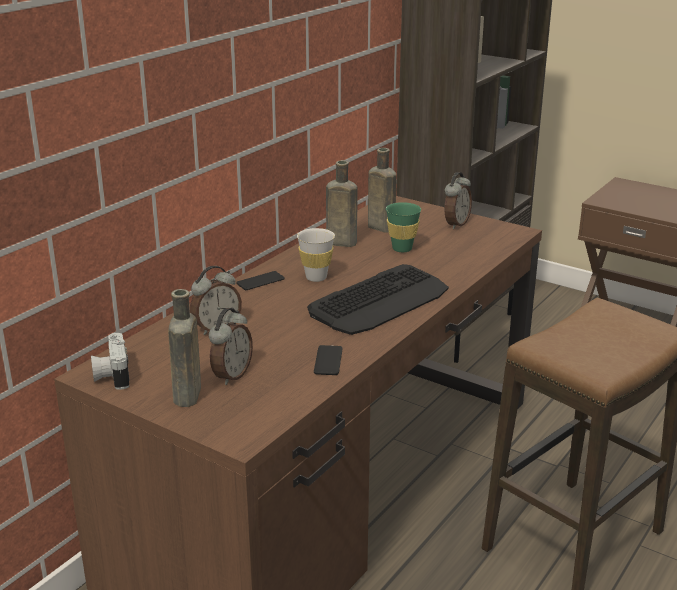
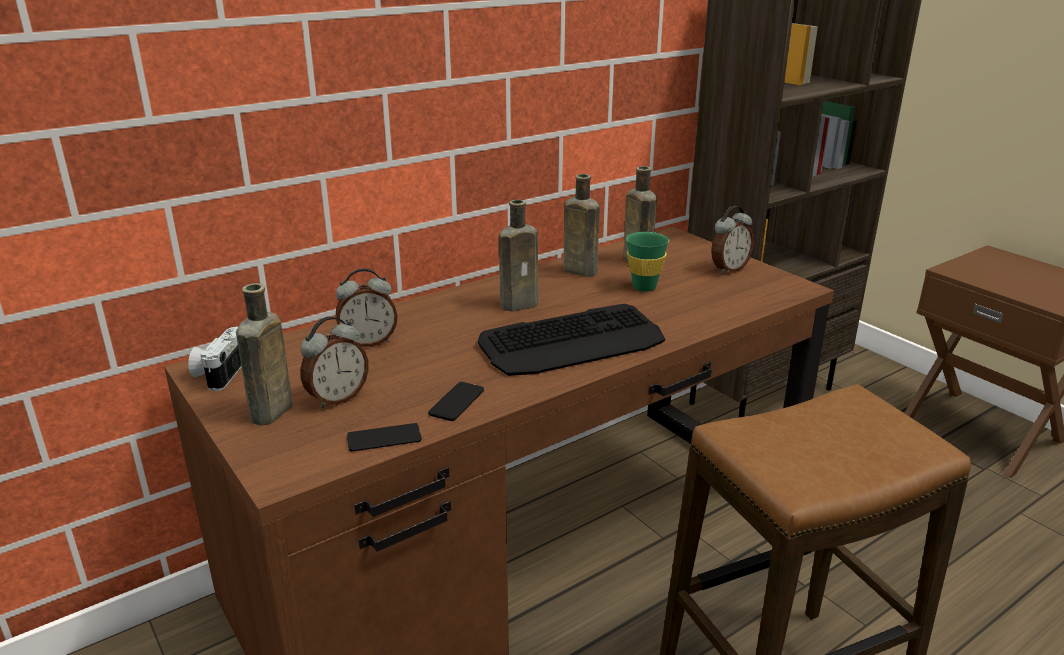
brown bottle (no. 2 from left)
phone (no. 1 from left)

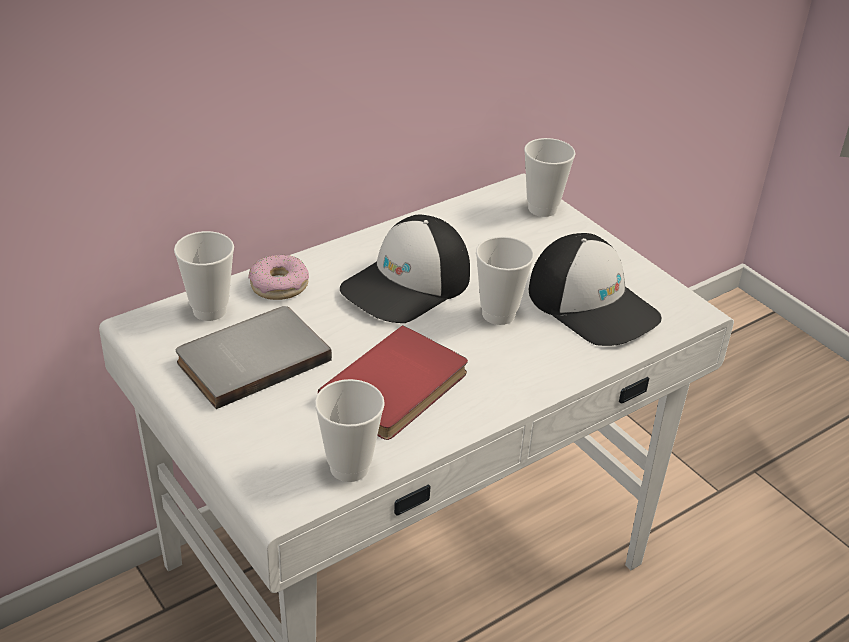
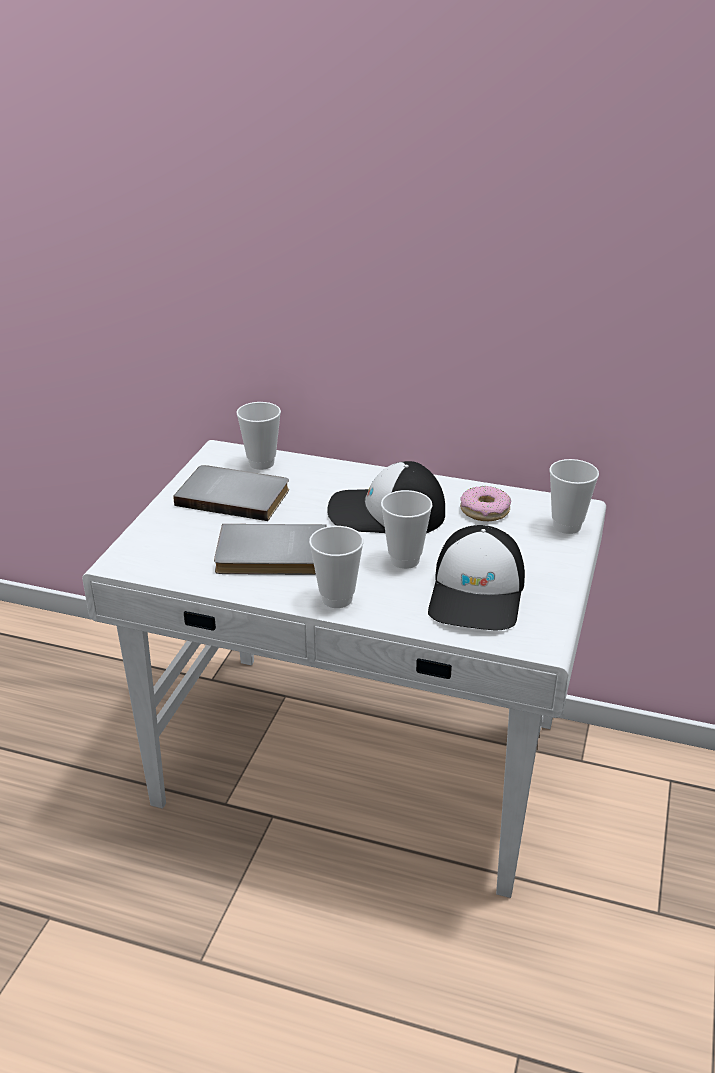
ring doughnut
greyish volume (no. 2 from left)
drinking cup (no. 2 from left)

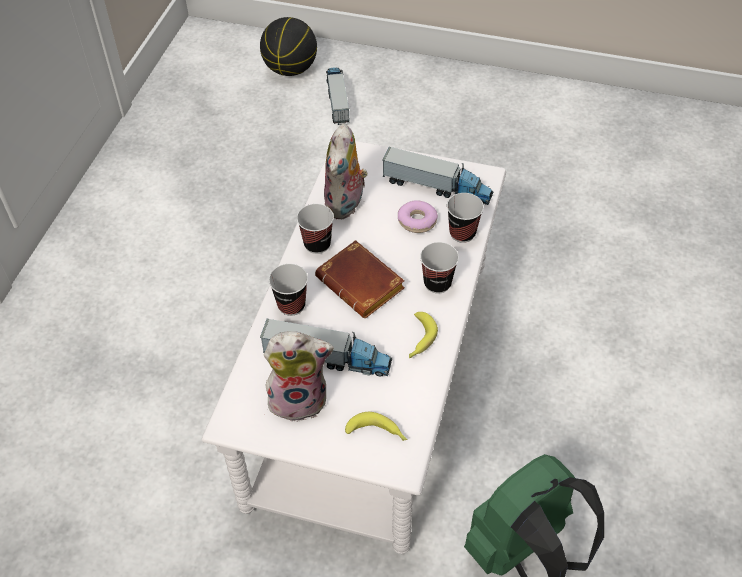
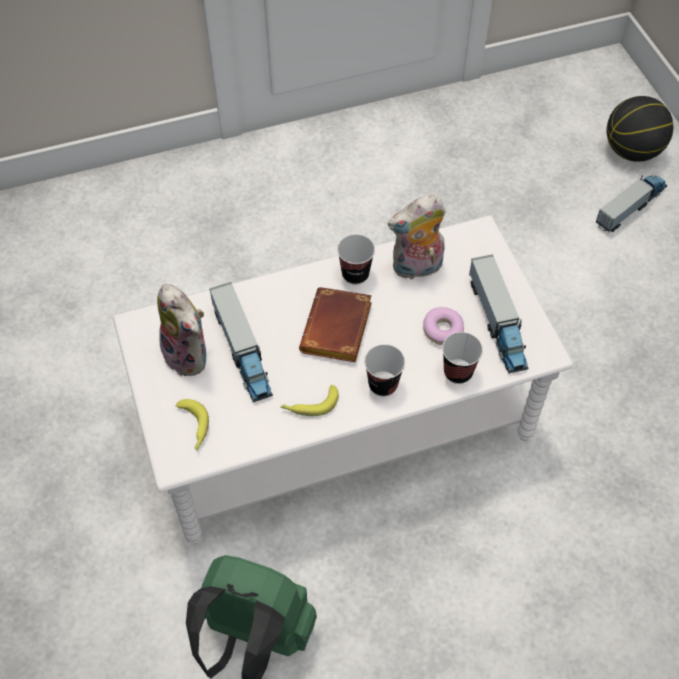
drinking cup (no. 1 from left in the first image)

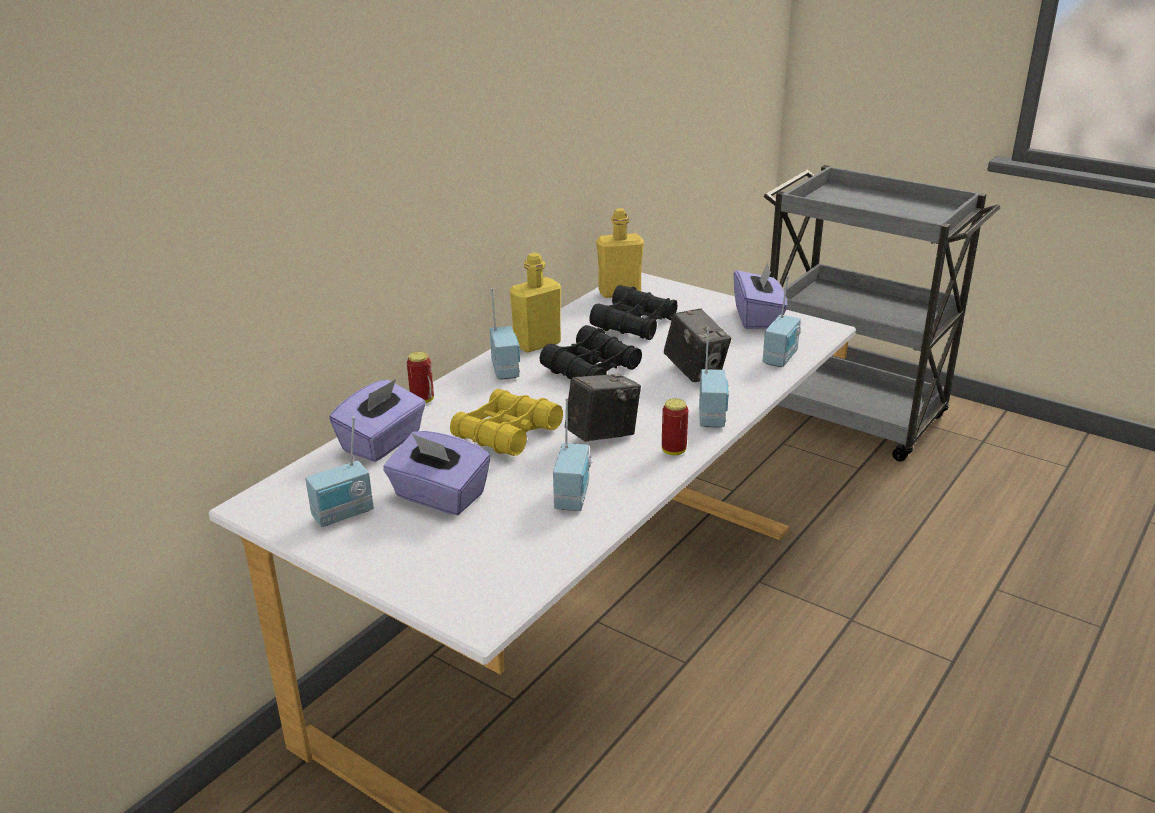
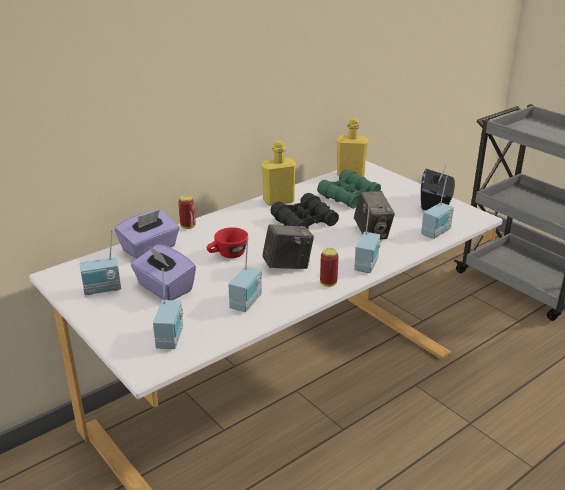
black-coloured box of tissues
green pair of binoculars
radio (no. 2 from left)
red-coloured drinking cup

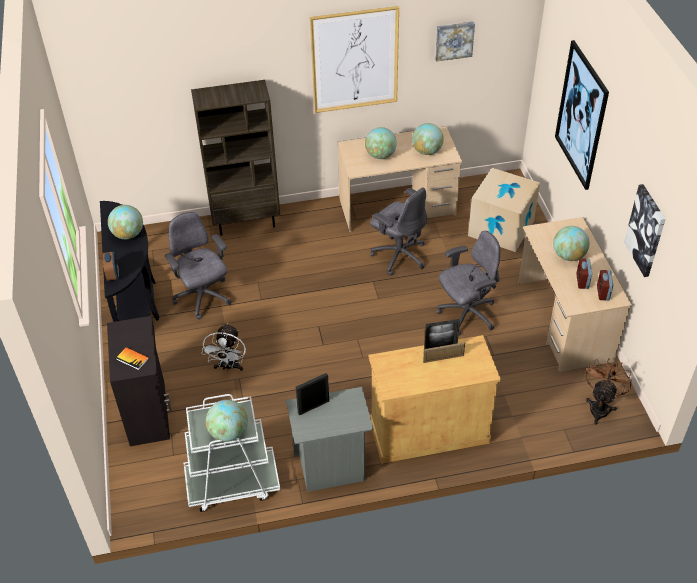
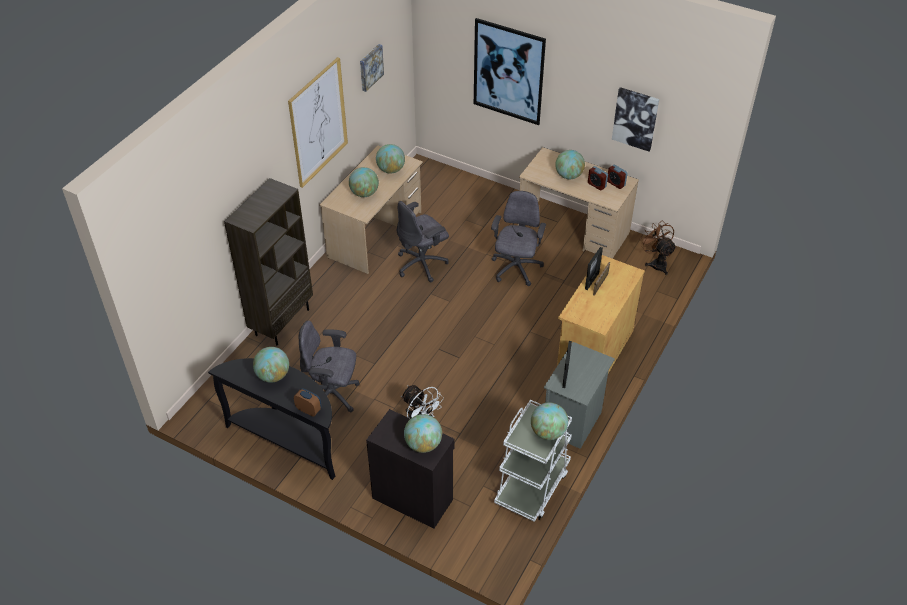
carton
greyish desk chair (no. 2 from left)
desk globe (no. 4 from left)

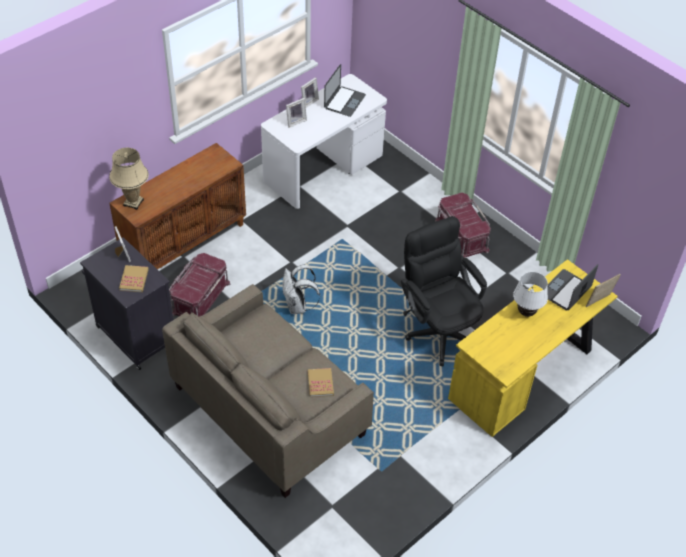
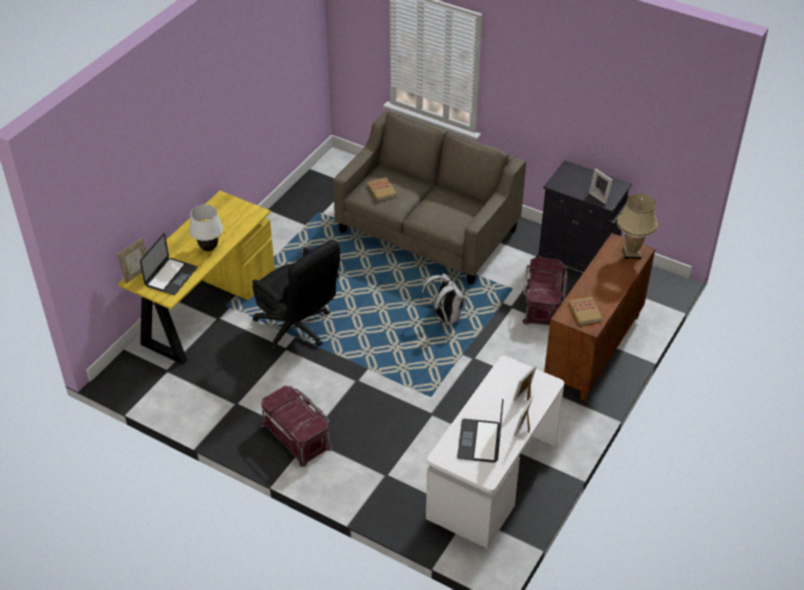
volume (no. 2 from left)

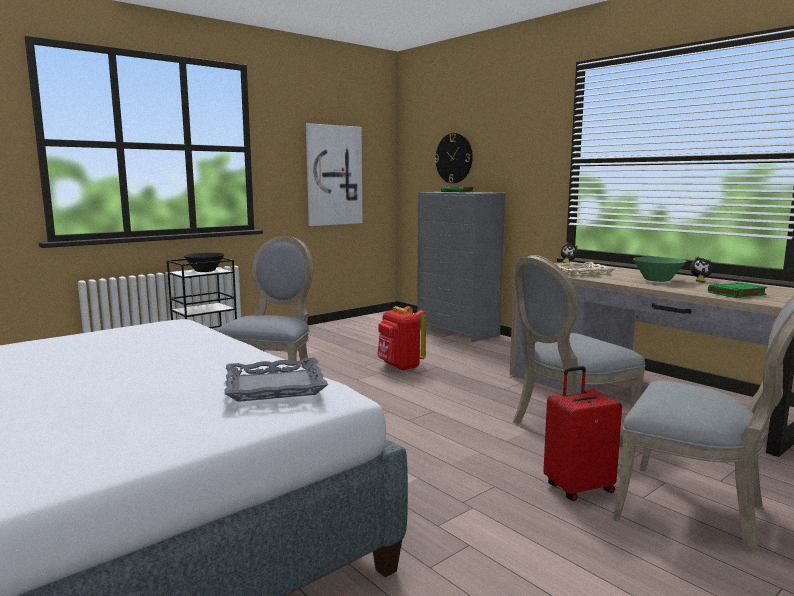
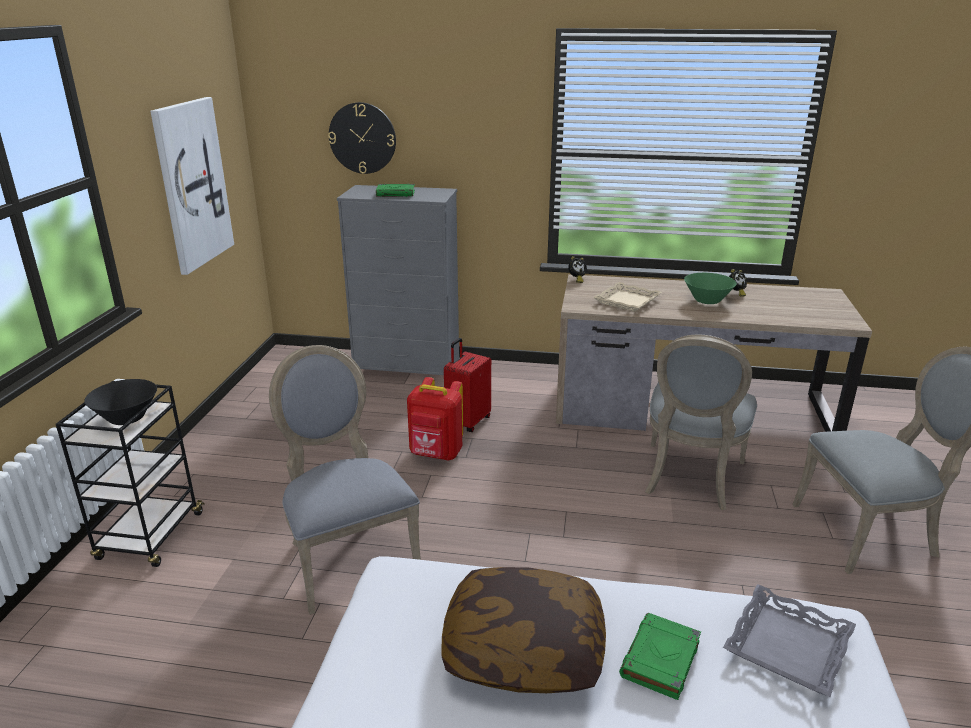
green volume (no. 2 from left)
red-coloured suitcase
pillow

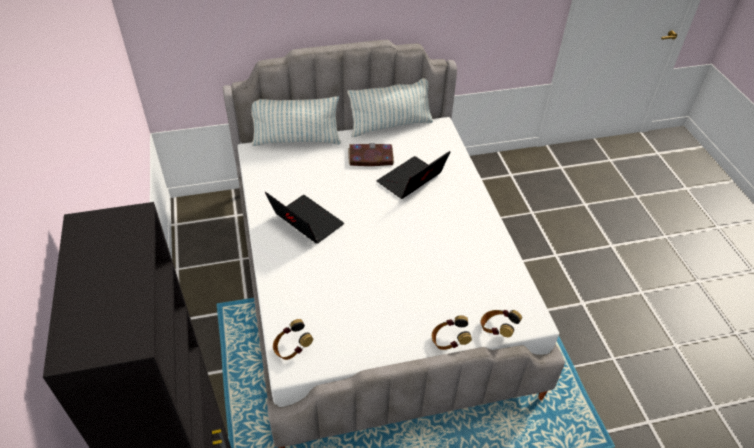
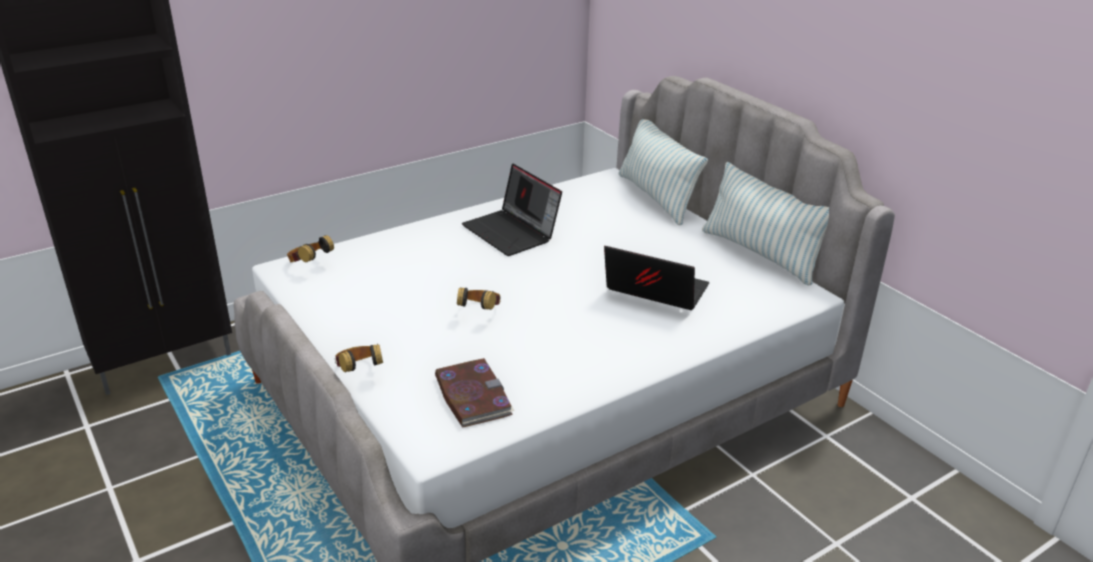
volume
laptop (no. 1 from left)
pair of headphones (no. 3 from left)

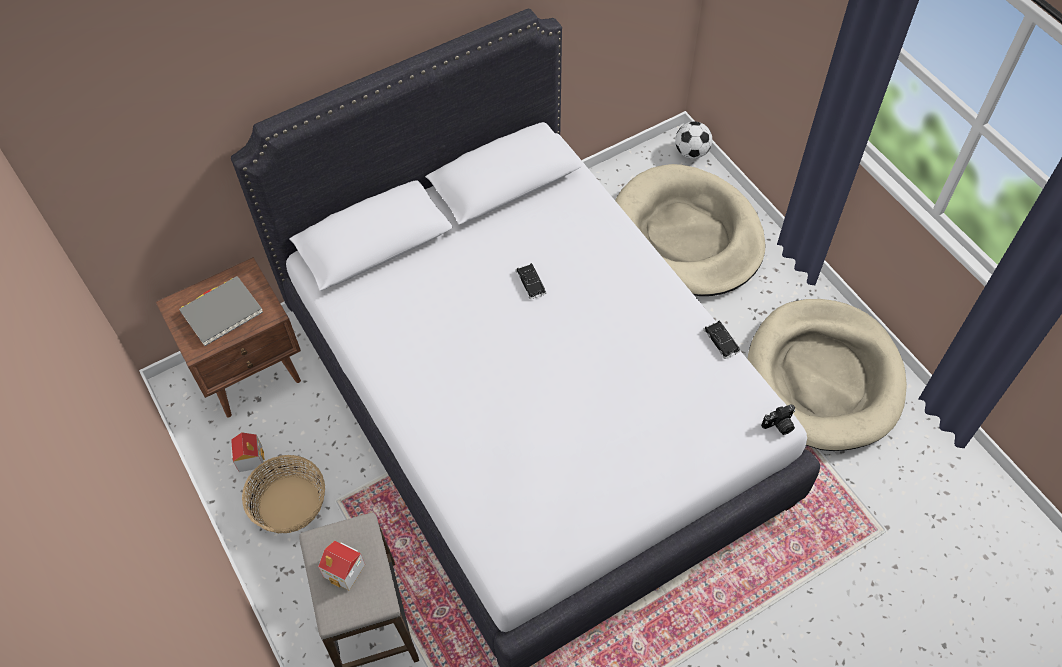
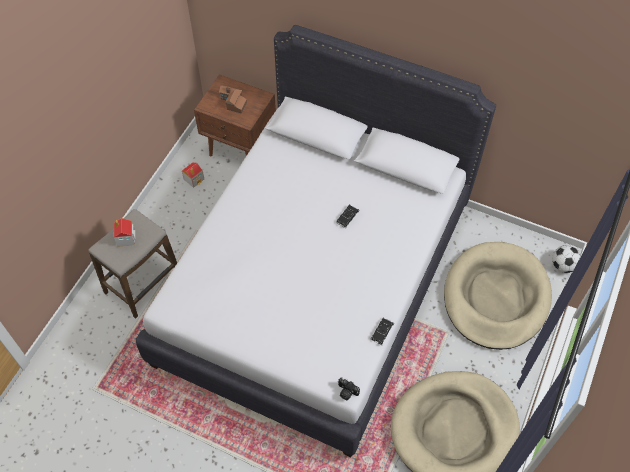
toy house (no. 3 from left)
storage basket

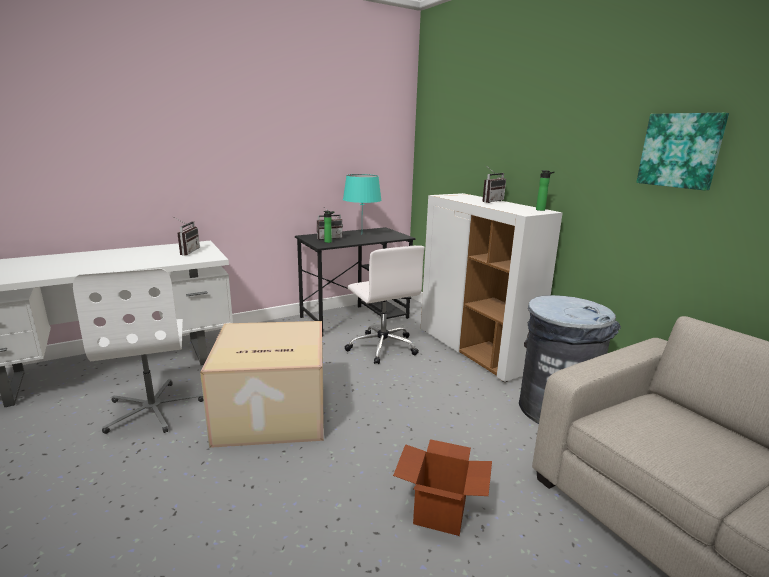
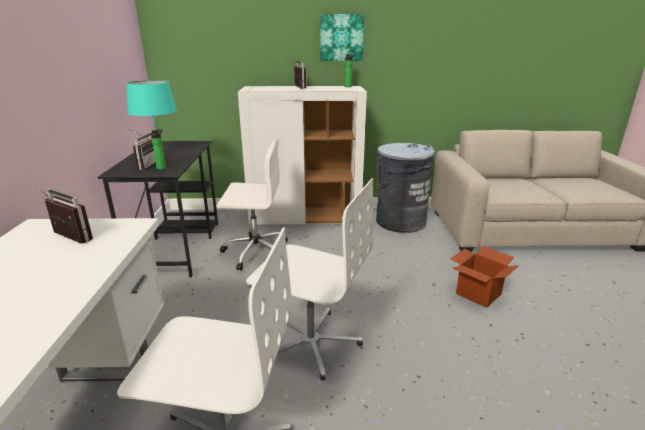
wall picture
white-coloured desk chair (no. 3 from left)

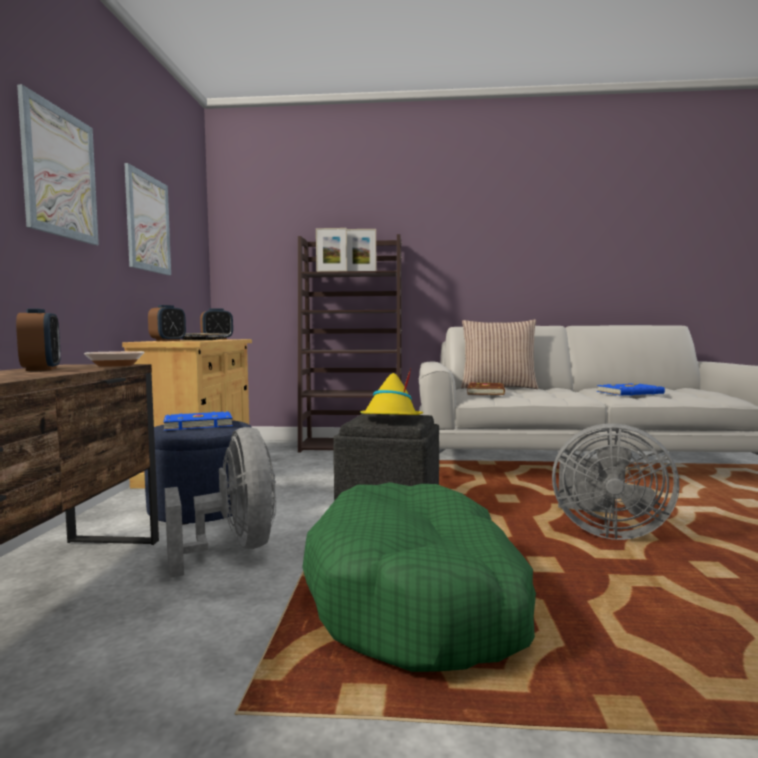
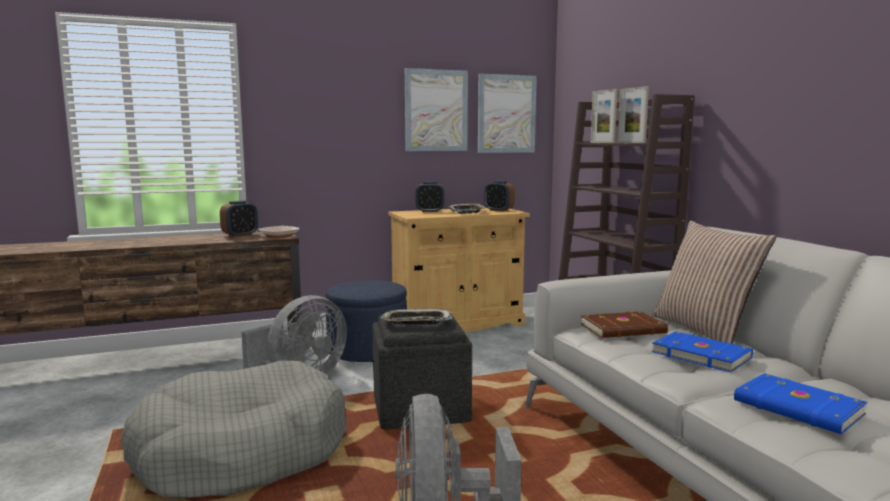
wall picture (no. 2 from left)
tray (no. 1 from left)
blue-coloured volume (no. 1 from left)
greyish dog bed

